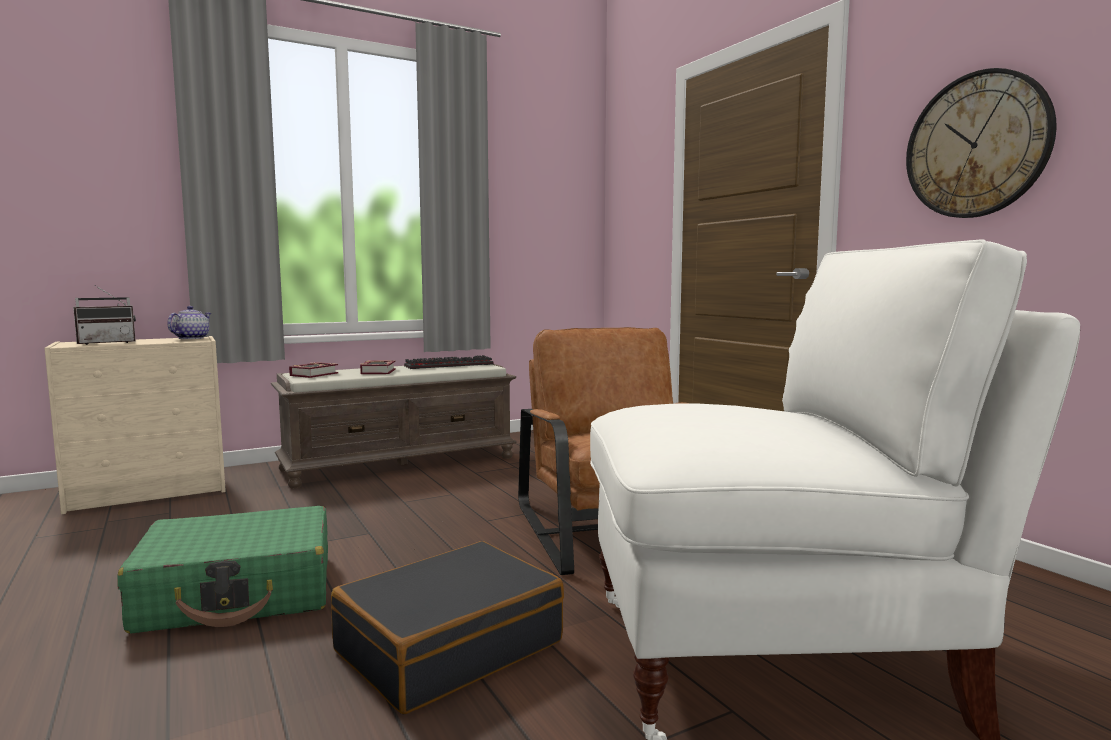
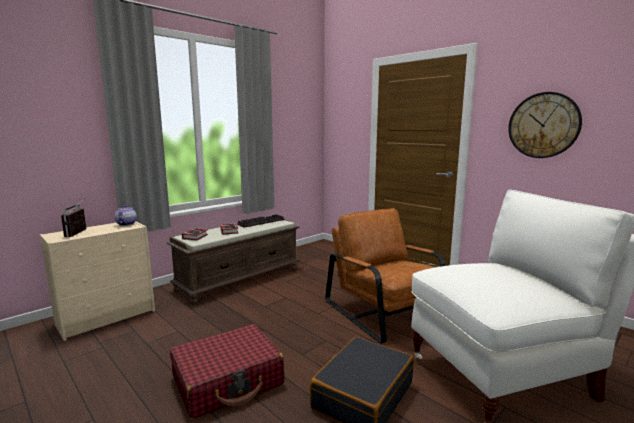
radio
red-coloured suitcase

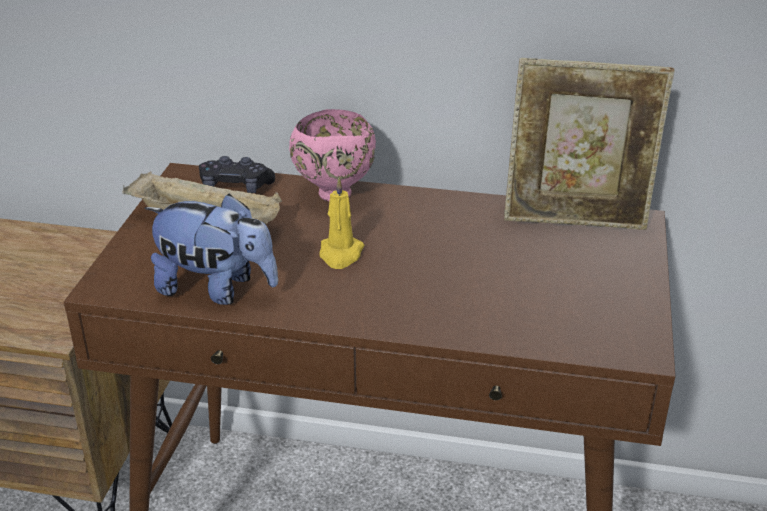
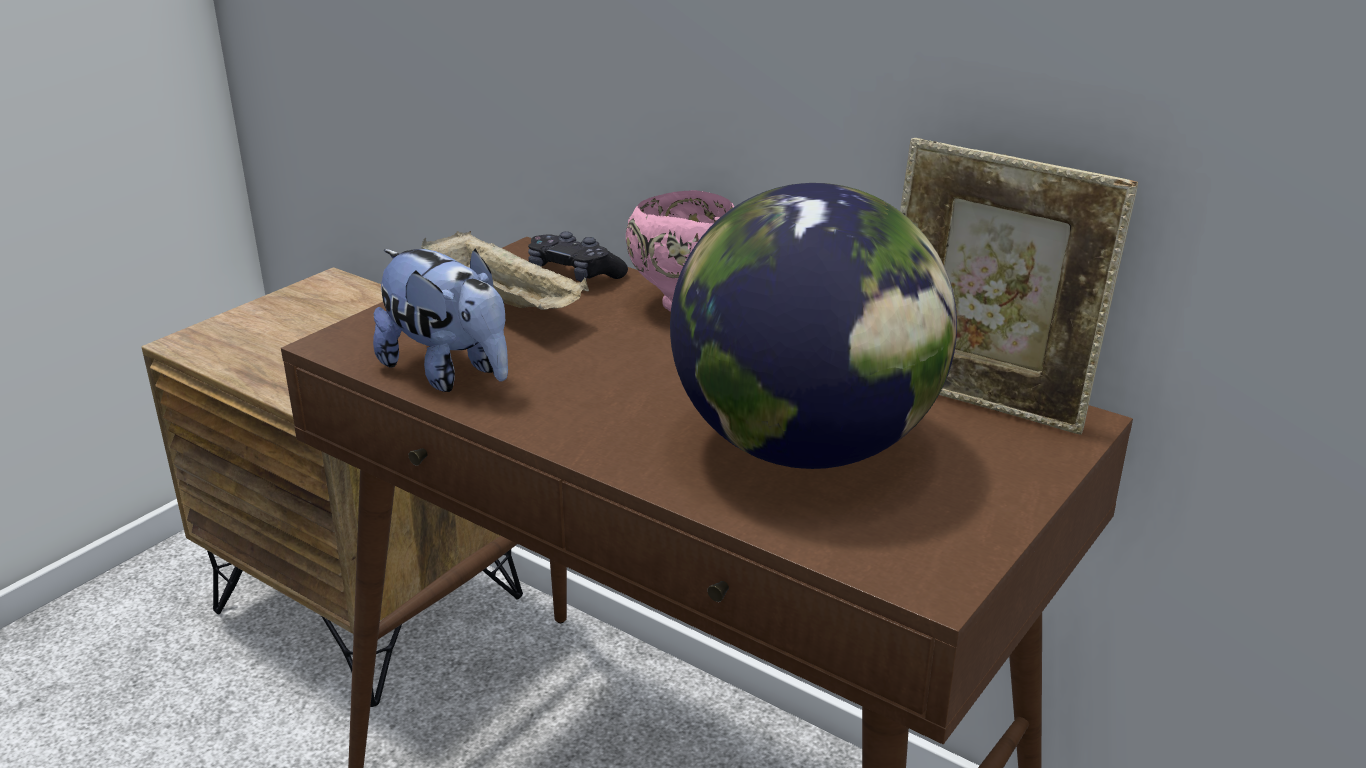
yellowish candle
desk globe

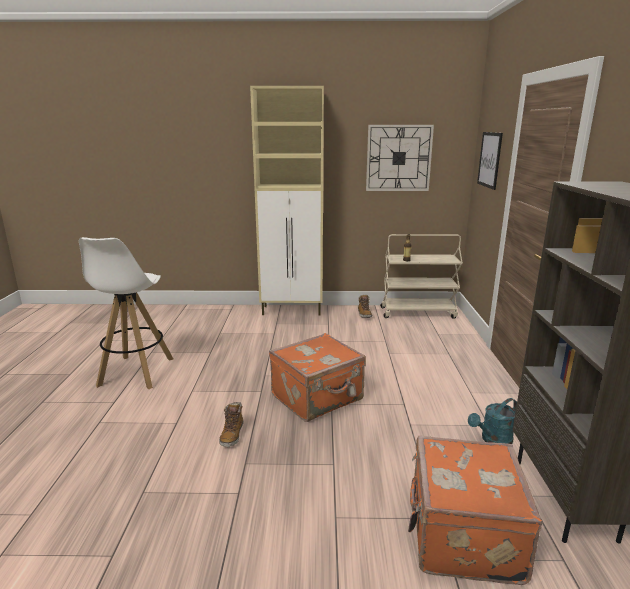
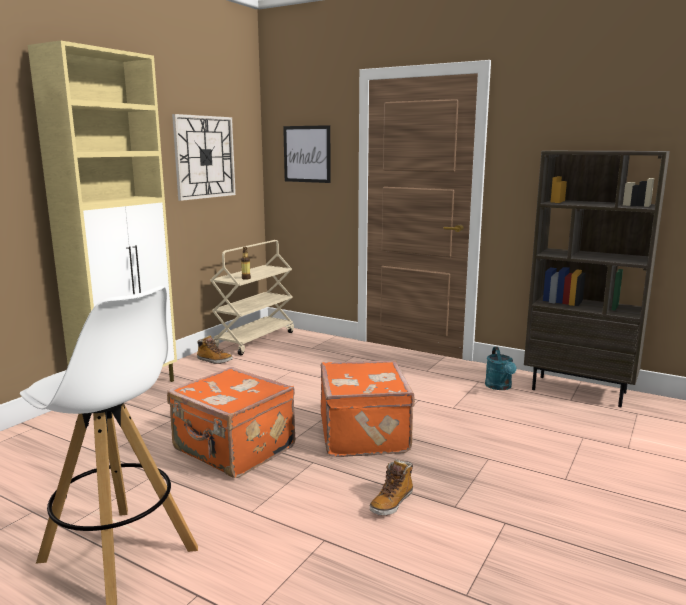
boot (no. 2 from left)
orange-coloured suitcase (no. 1 from left)

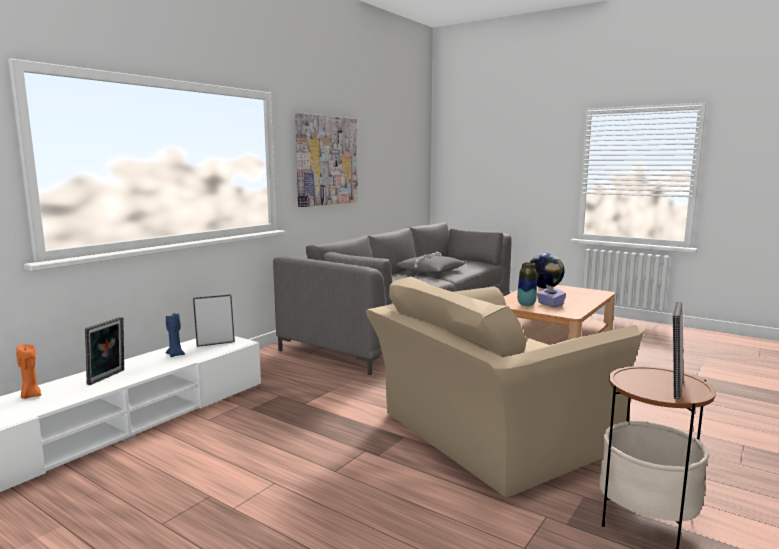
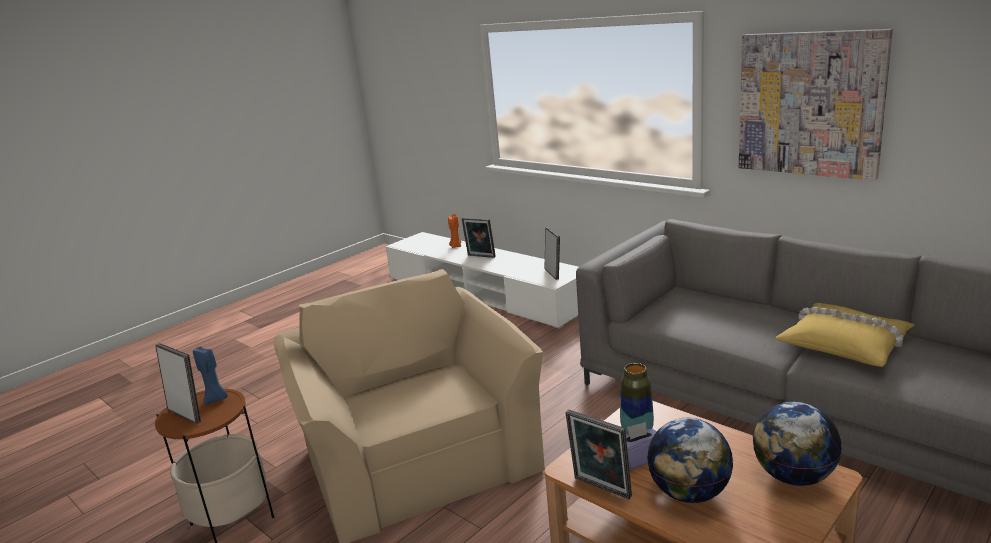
yellowish pillow
blue-coloured candle
standing frame (no. 4 from left)
desk globe (no. 1 from left)

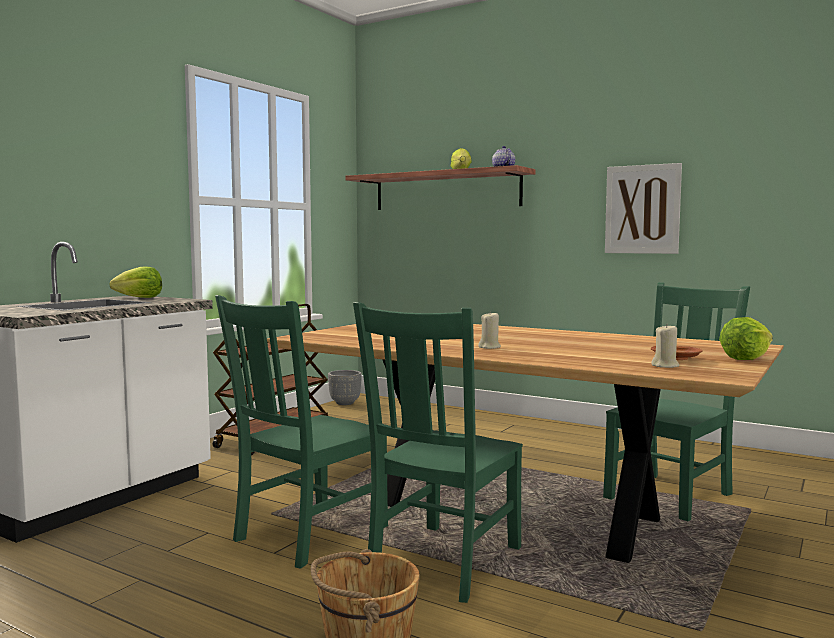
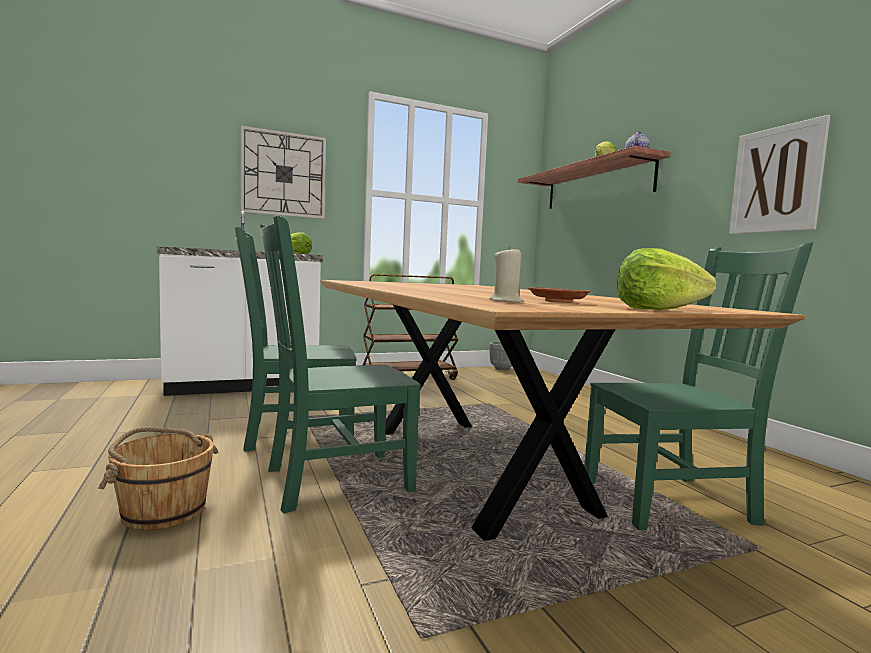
beige-coloured candle (no. 1 from left in the first image)
wall clock

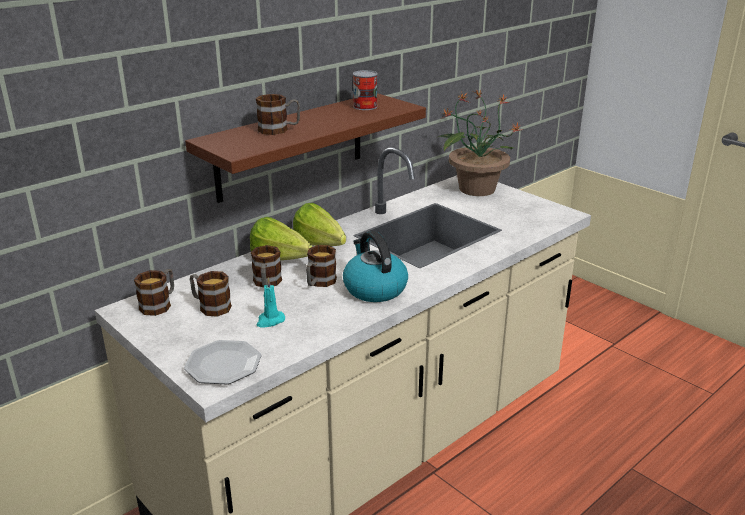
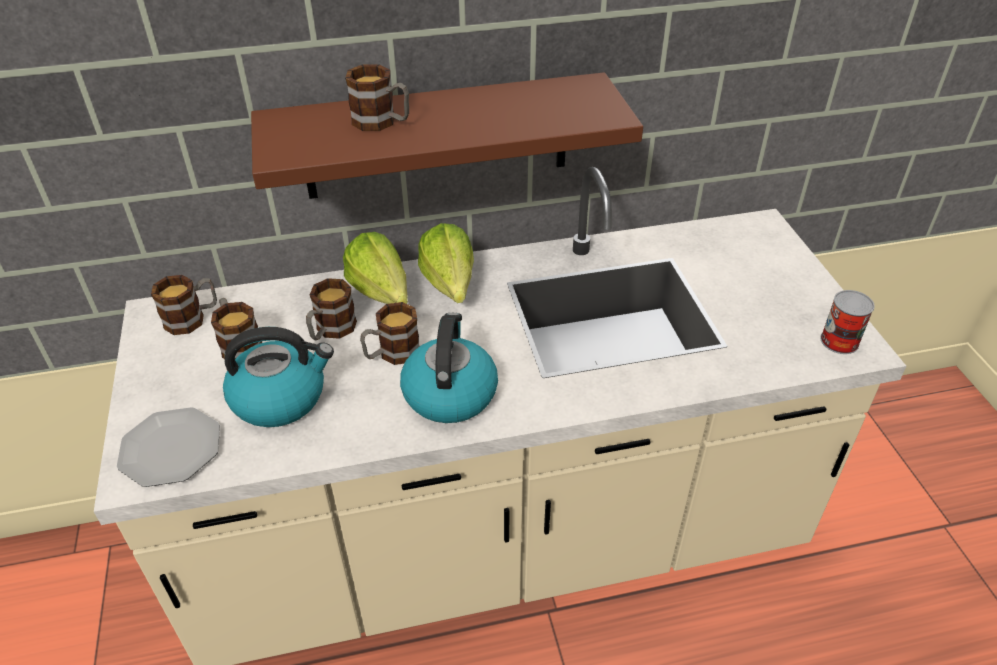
can
plant in a pot
water kettle (no. 1 from left)

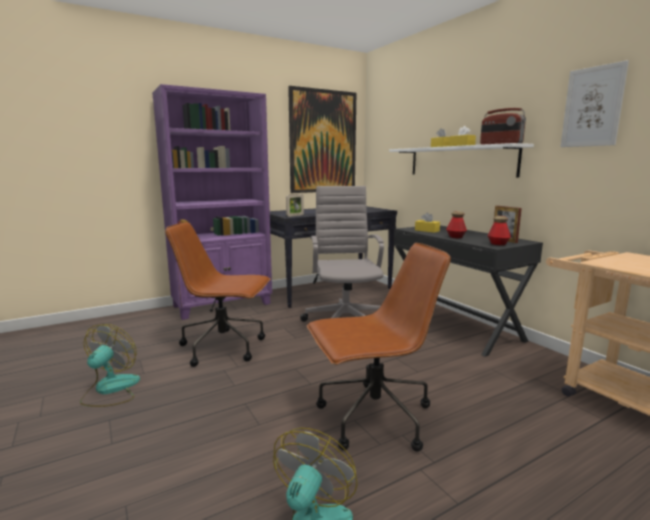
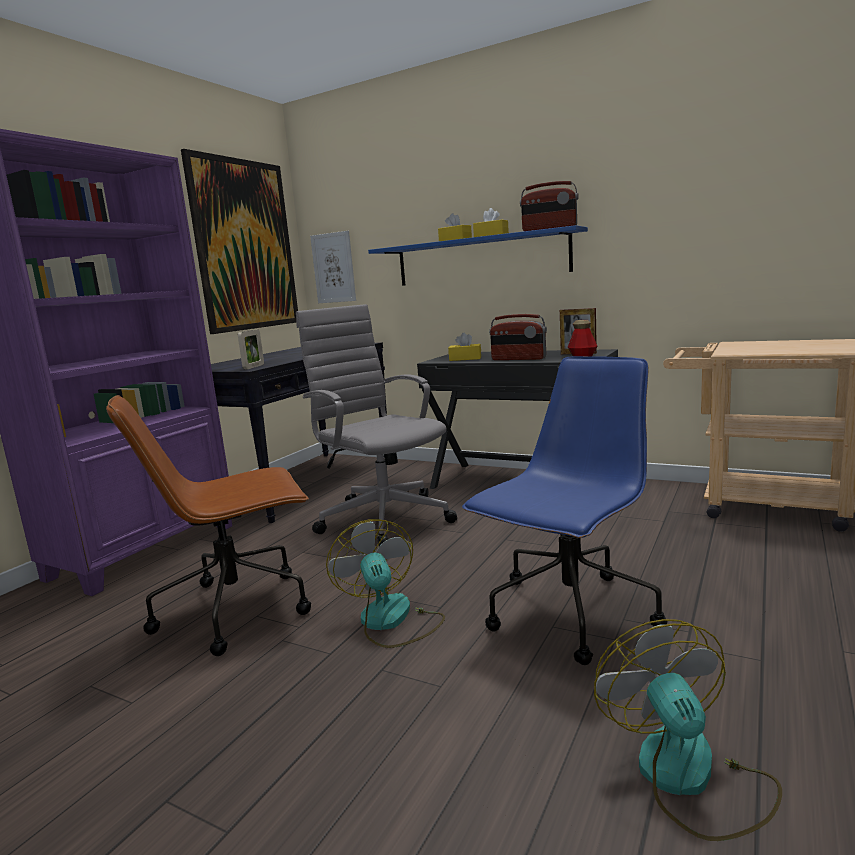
wall picture (no. 2 from left)
blue-coloured shelf
radio (no. 1 from left)
blue-coloured desk chair
fan (no. 1 from left)

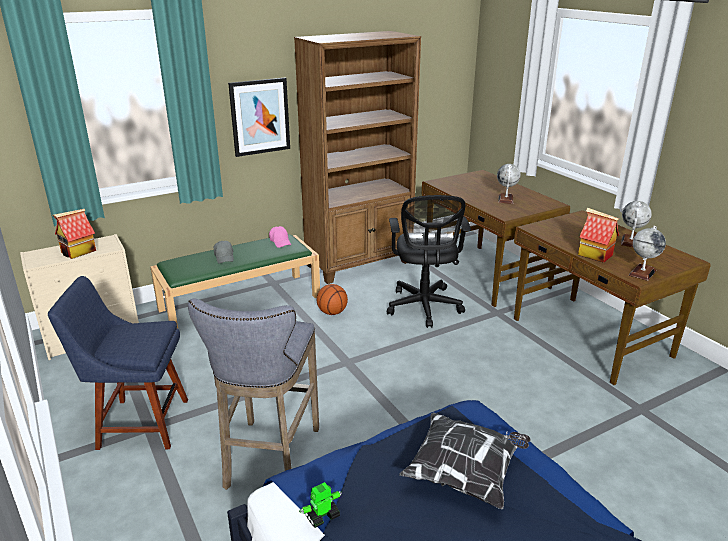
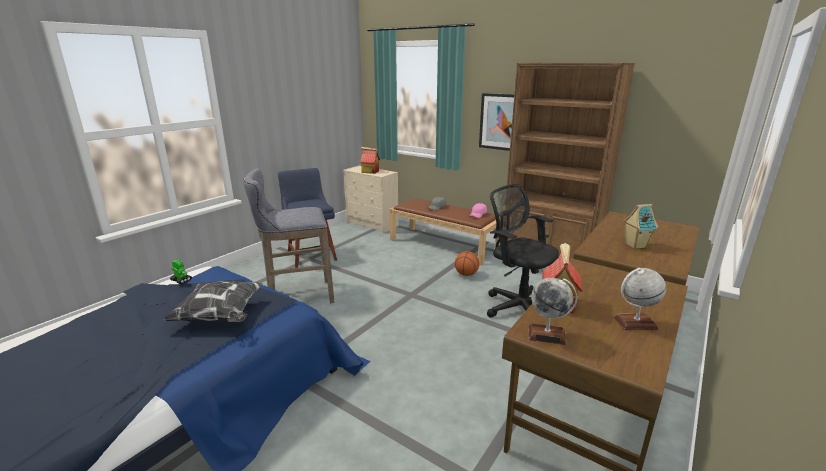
toy house (no. 3 from left)
black-coloured desk chair
brown long seat

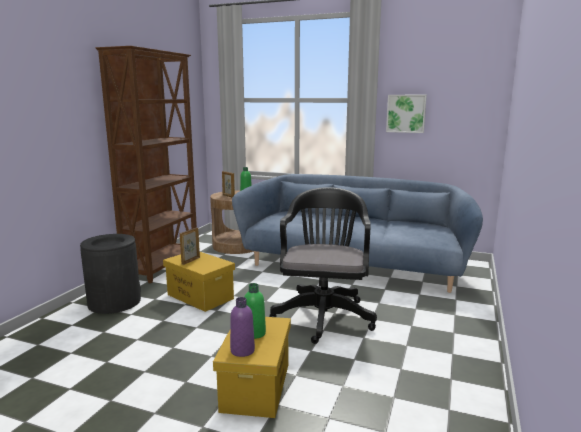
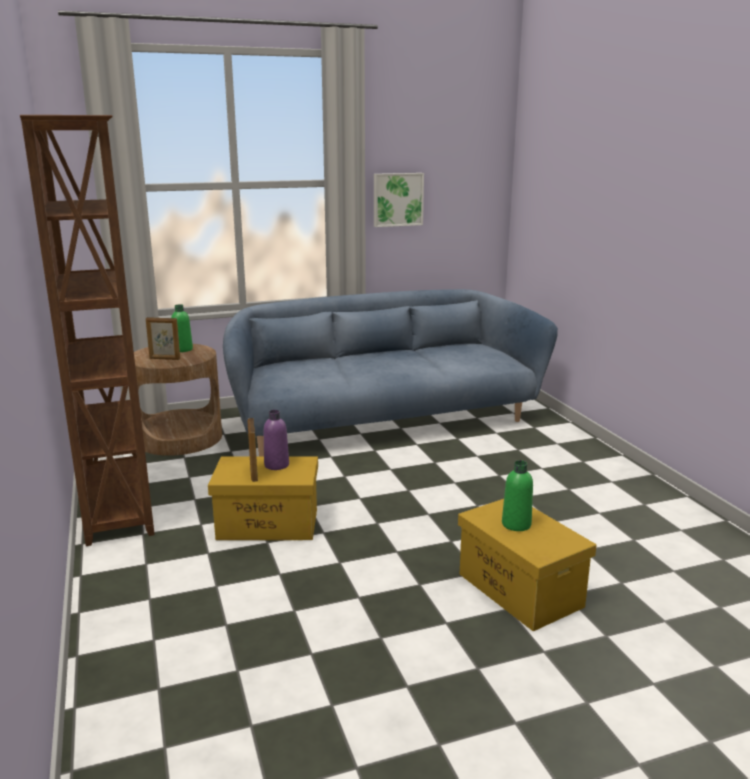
black-coloured desk chair
black-coloured rubbish bin
purplish bottle

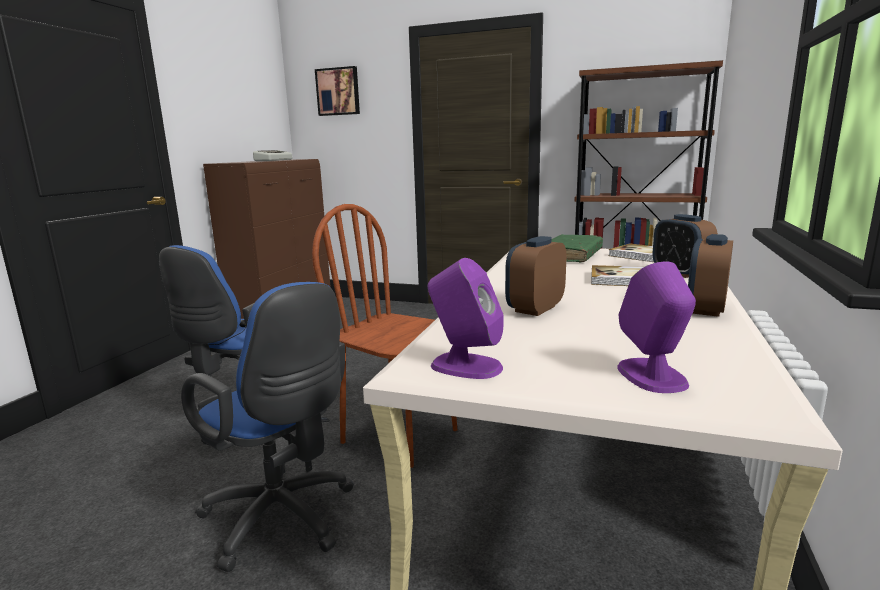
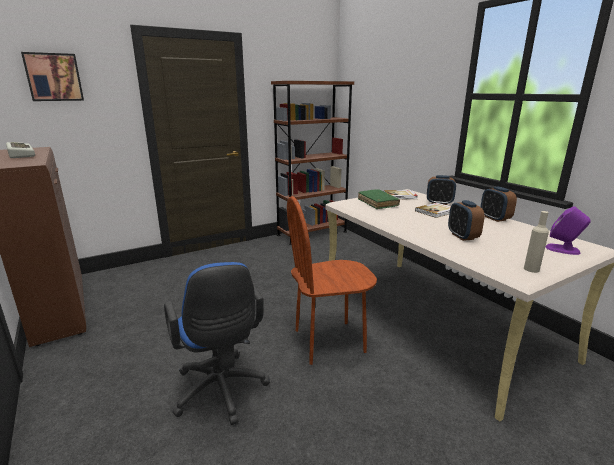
beige-coloured bottle
blue-coloured desk chair (no. 2 from left in the first image)

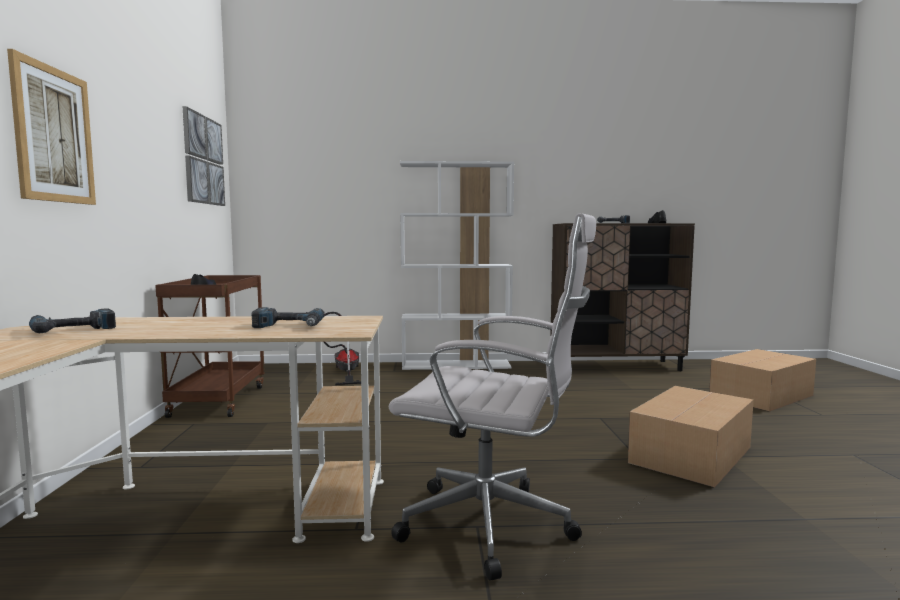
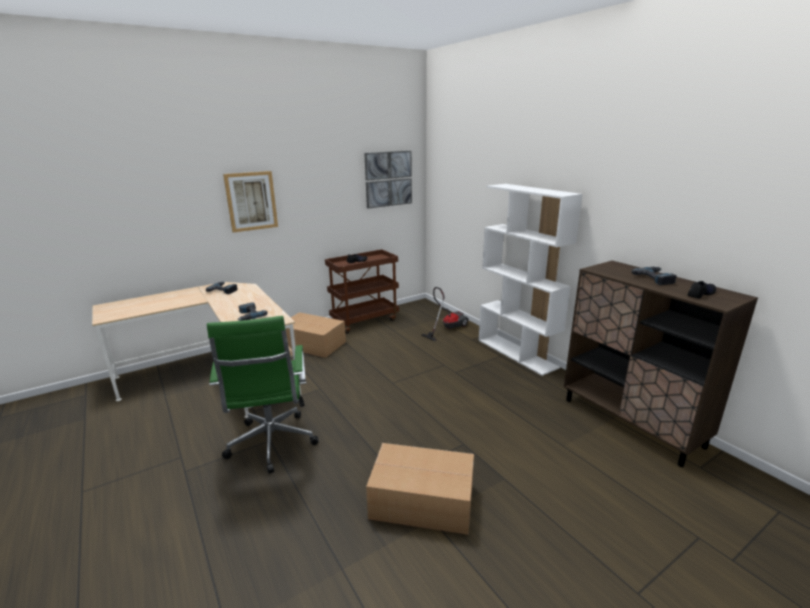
green desk chair
carton (no. 1 from left)

